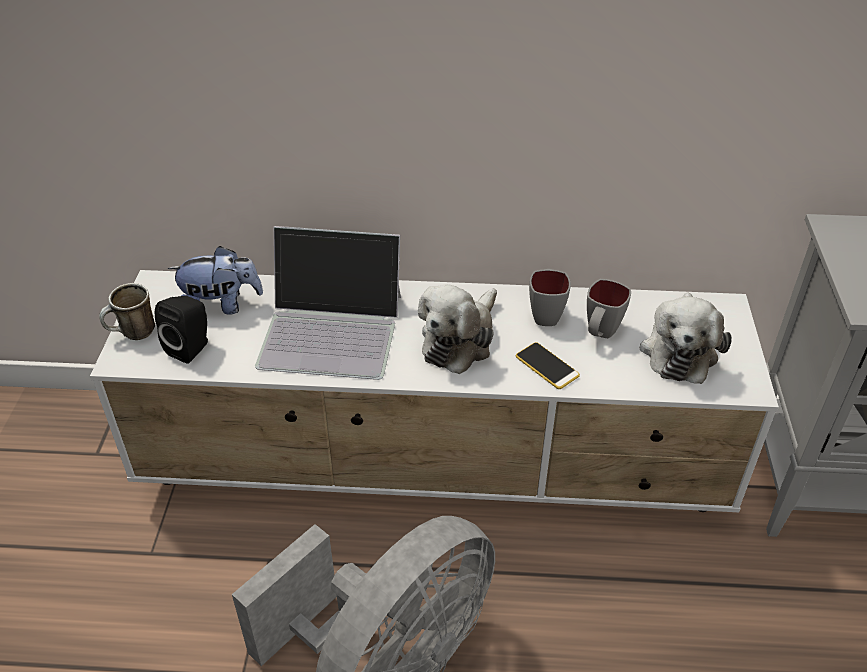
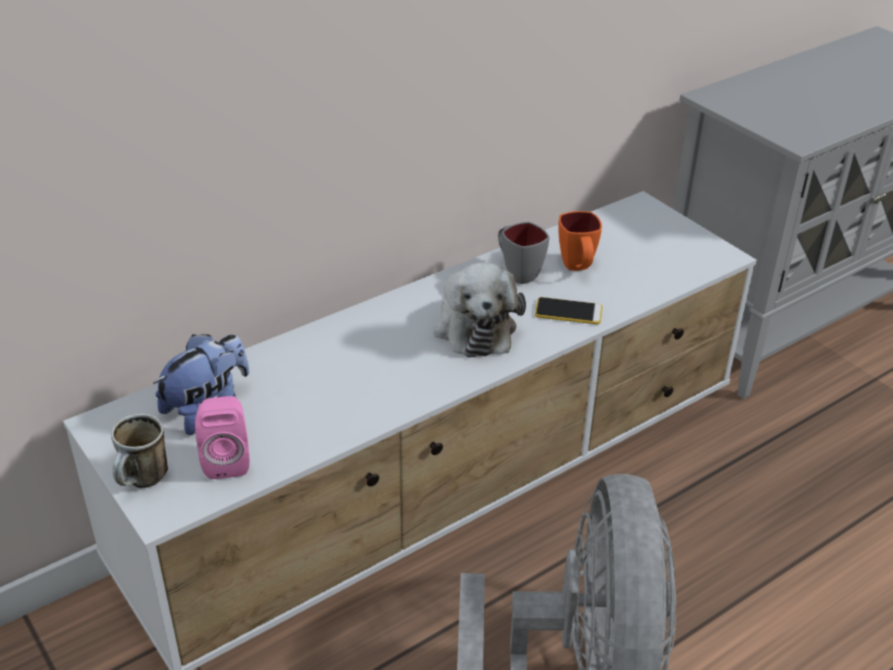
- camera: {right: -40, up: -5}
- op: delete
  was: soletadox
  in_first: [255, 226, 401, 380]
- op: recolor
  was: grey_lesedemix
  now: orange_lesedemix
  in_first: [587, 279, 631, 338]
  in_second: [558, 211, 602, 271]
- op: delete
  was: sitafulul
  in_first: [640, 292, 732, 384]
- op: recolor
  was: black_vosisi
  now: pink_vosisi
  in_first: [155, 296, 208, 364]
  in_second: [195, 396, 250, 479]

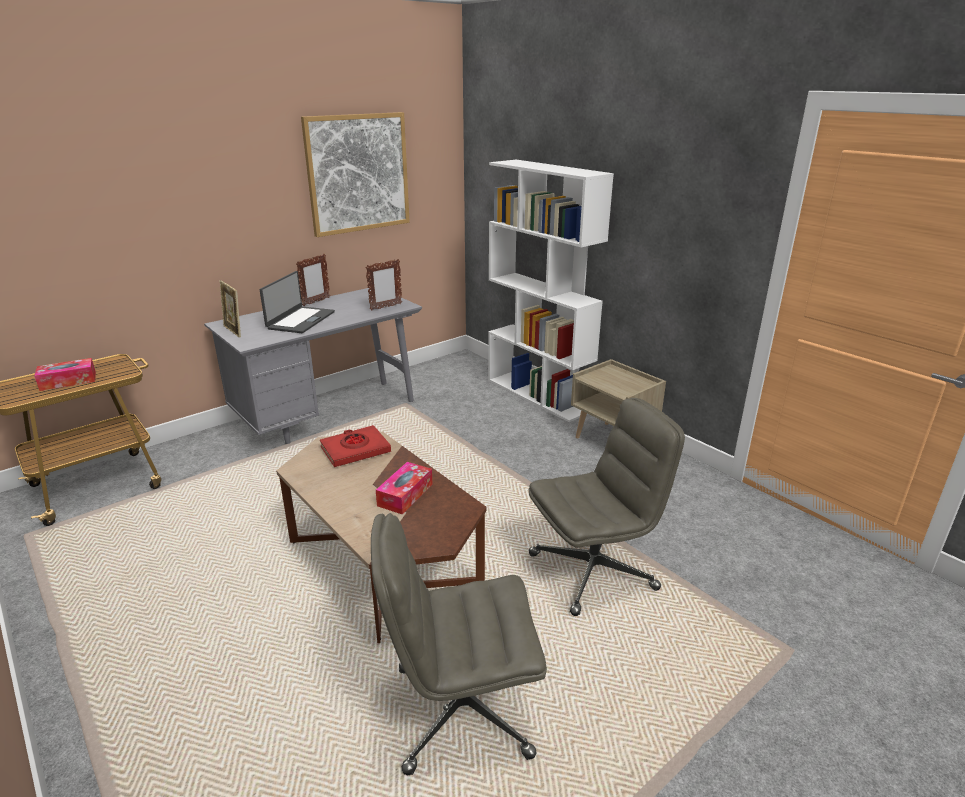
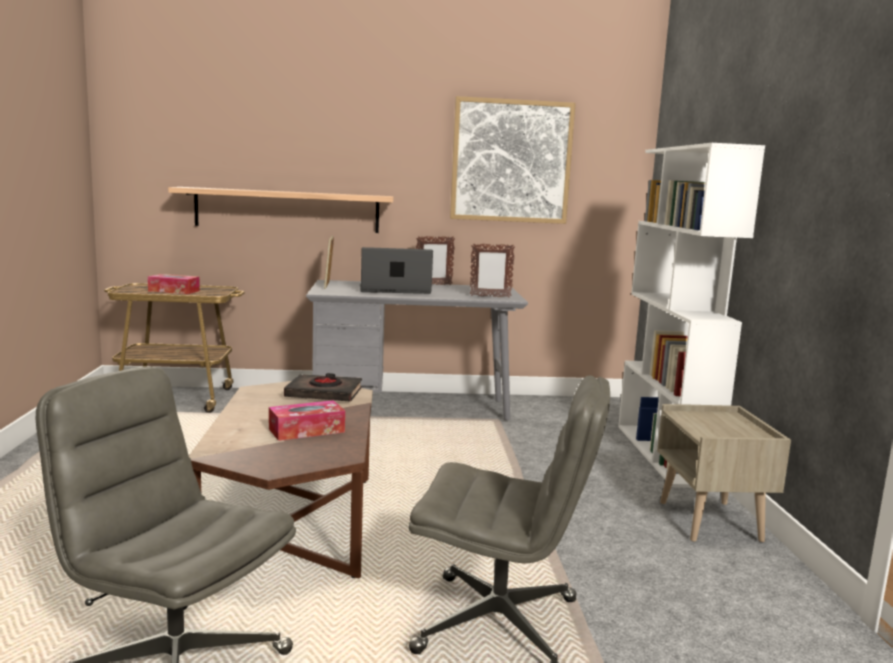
- camera: {right: 35, up: -15}
- op: rotate
  was: soletadox
  in_first: [260, 271, 335, 333]
  in_second: [360, 247, 433, 294]
  clockwise: -150
- op: recolor
  was: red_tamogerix
  now: black_tamogerix
  in_first: [320, 425, 391, 467]
  in_second: [284, 373, 362, 402]
- op: insert
  now: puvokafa
  in_second: [168, 187, 393, 233]

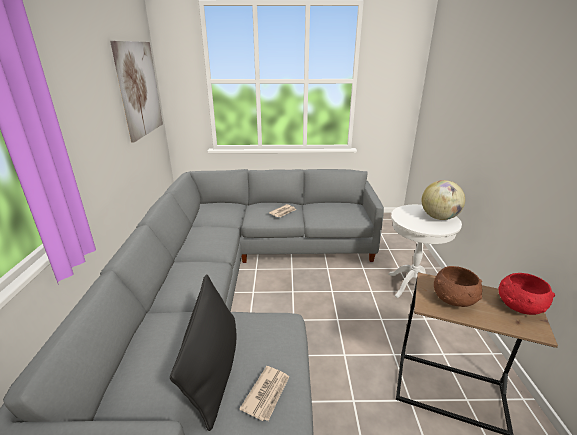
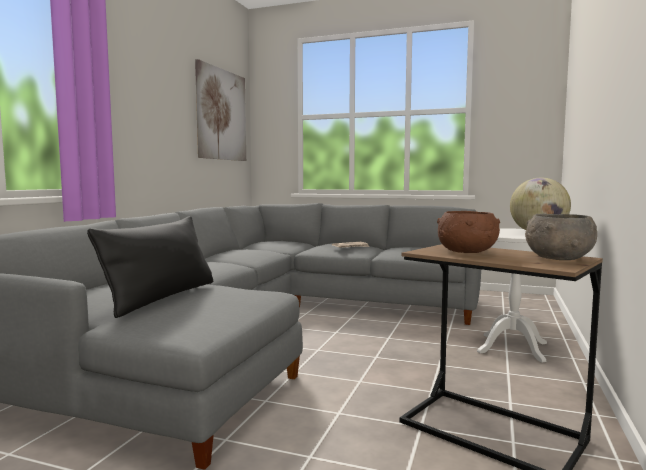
- camera: {right: 20, up: -20}
- op: recolor
  was: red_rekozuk
  now: grey_rekozuk
  in_first: [499, 273, 555, 315]
  in_second: [525, 214, 597, 260]
- op: delete
  was: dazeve
  in_first: [239, 366, 289, 421]

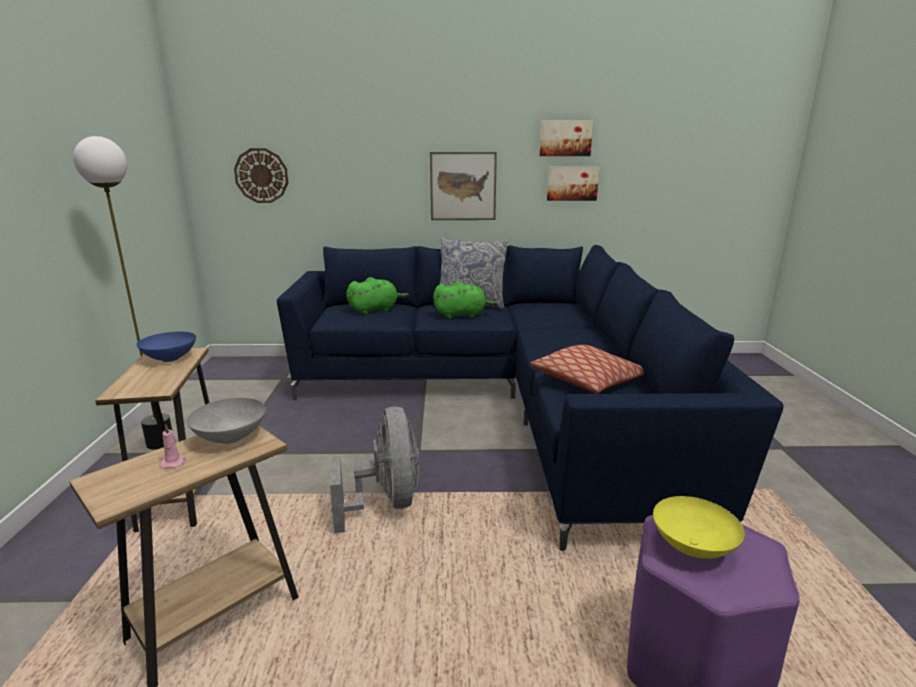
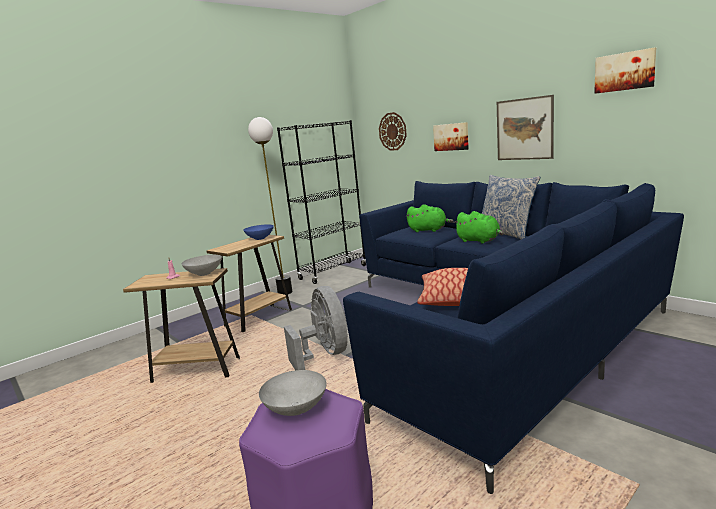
- camera: {right: 50, up: -5}
- op: move
  was: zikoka
  in_first: [547, 167, 599, 201]
  in_second: [433, 122, 469, 151]
- op: rotate
  was: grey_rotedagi
  in_first: [330, 406, 419, 533]
  in_second: [284, 286, 348, 370]
  clockwise: -60
- op: recolor
  was: yellow_rekozuk
  now: grey_rekozuk
  in_first: [653, 496, 744, 559]
  in_second: [259, 370, 327, 416]
- op: insert
  now: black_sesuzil
  in_second: [277, 120, 366, 284]

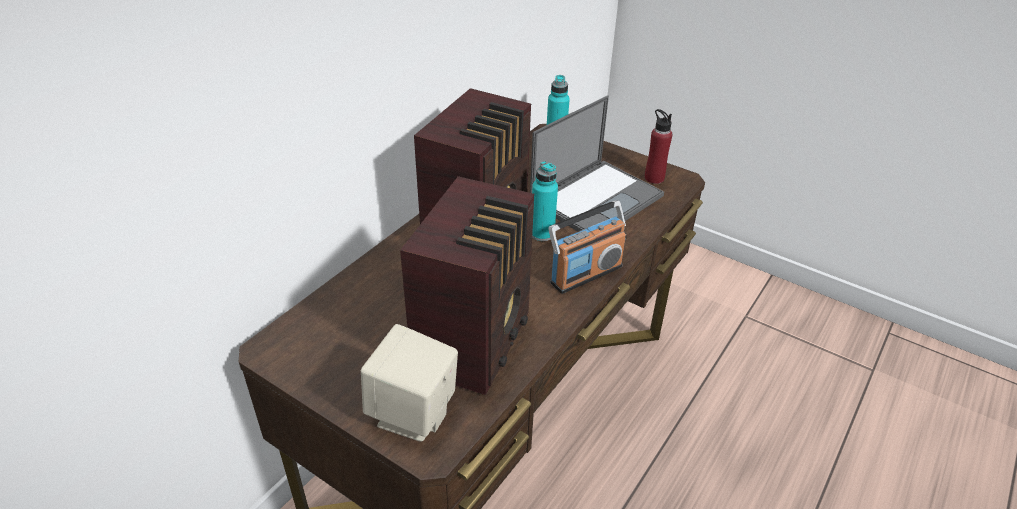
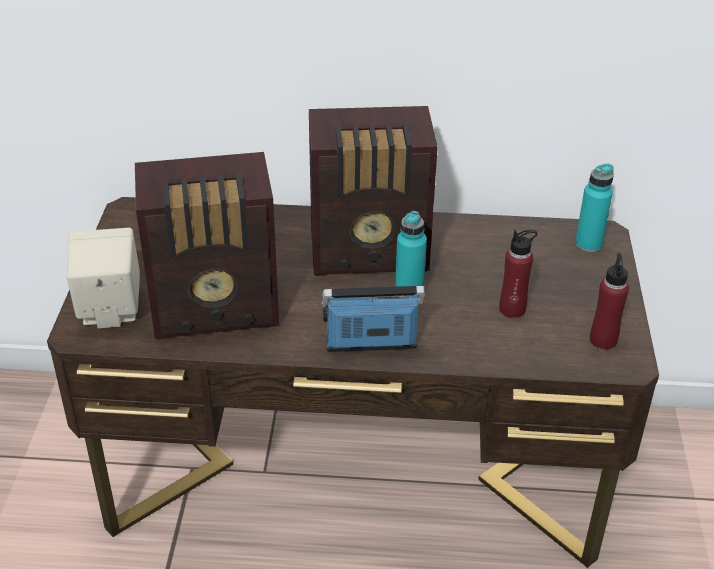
- camera: {right: 60, up: 0}
- op: replace
  was: soletadox
  now: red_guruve
  in_first: [530, 95, 664, 232]
  in_second: [499, 230, 537, 318]
- op: rotate
  was: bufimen
  in_first: [548, 200, 627, 294]
  in_second: [322, 286, 425, 352]
  clockwise: 150

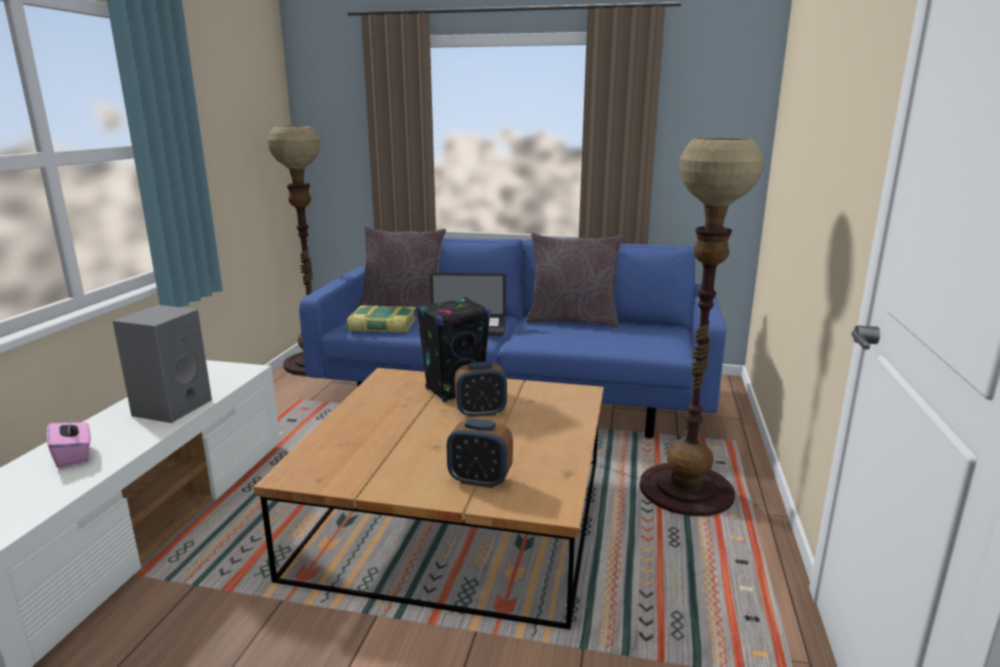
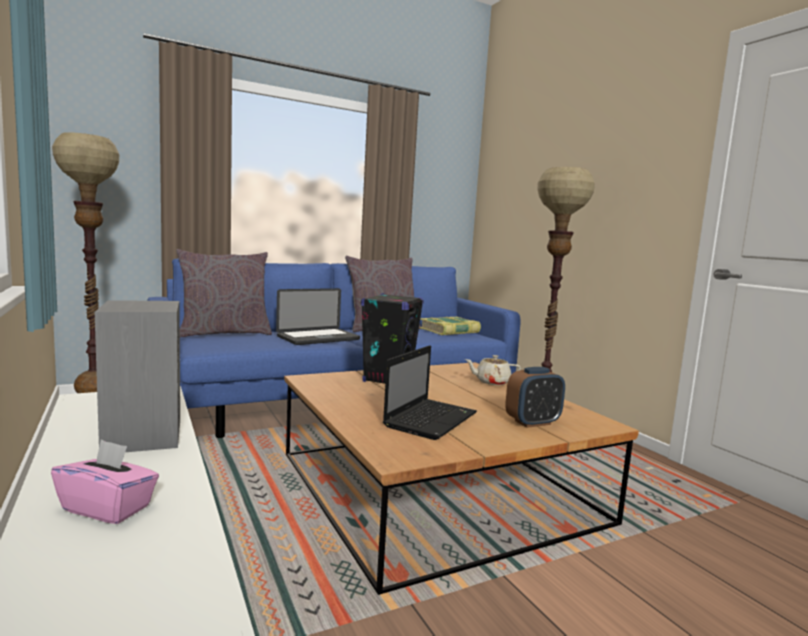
- camera: {right: -40, up: -10}
- op: move
  was: tamogerix
  in_first: [347, 305, 416, 332]
  in_second: [420, 317, 481, 335]
- op: delete
  was: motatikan
  in_first: [455, 362, 507, 418]
- op: insert
  now: soletadox
  in_second: [383, 345, 477, 440]
- op: insert
  now: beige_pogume
  in_second: [465, 355, 521, 385]

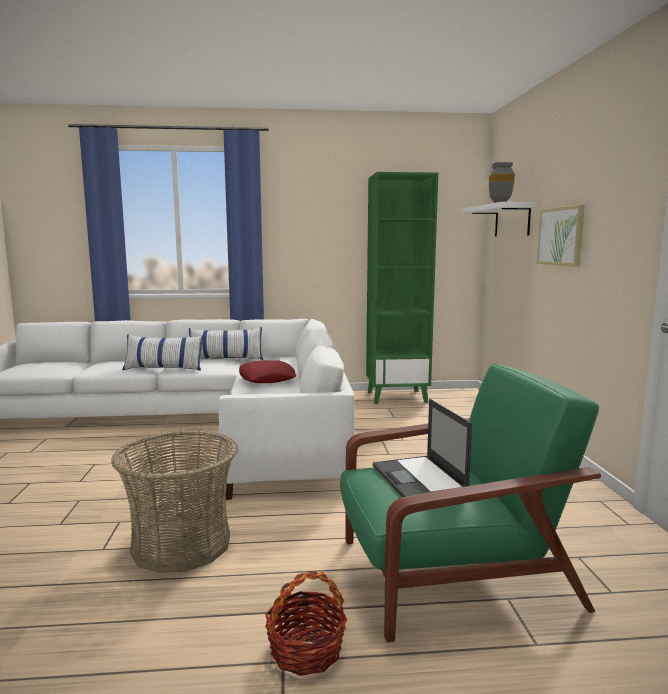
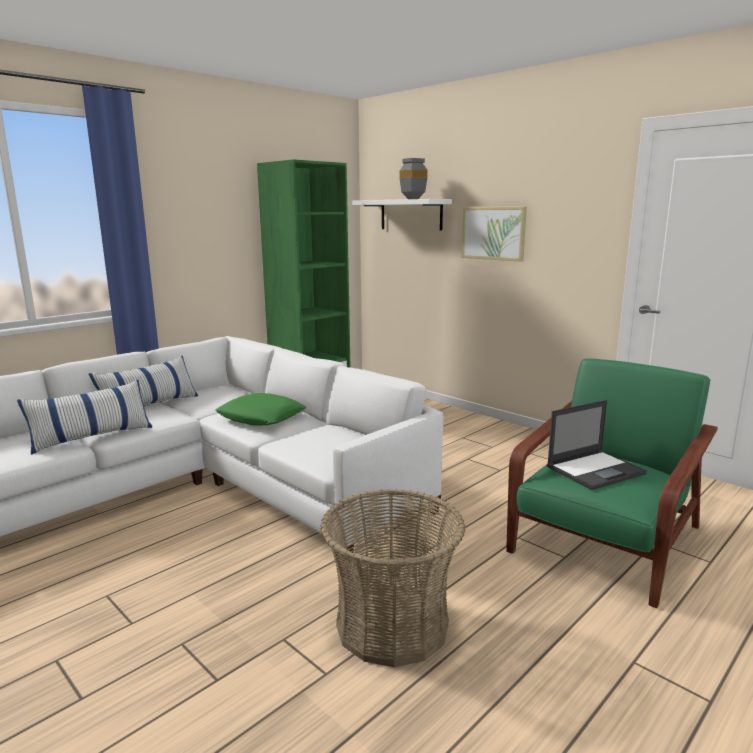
- camera: {right: -40, up: 5}
- op: recolor
  was: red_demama
  now: green_demama
  in_first: [239, 360, 296, 383]
  in_second: [215, 393, 307, 426]
- op: rotate
  was: soletadox
  in_first: [373, 399, 472, 497]
  in_second: [547, 400, 647, 490]
  clockwise: -60
- op: delete
  was: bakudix
  in_first: [265, 571, 347, 676]

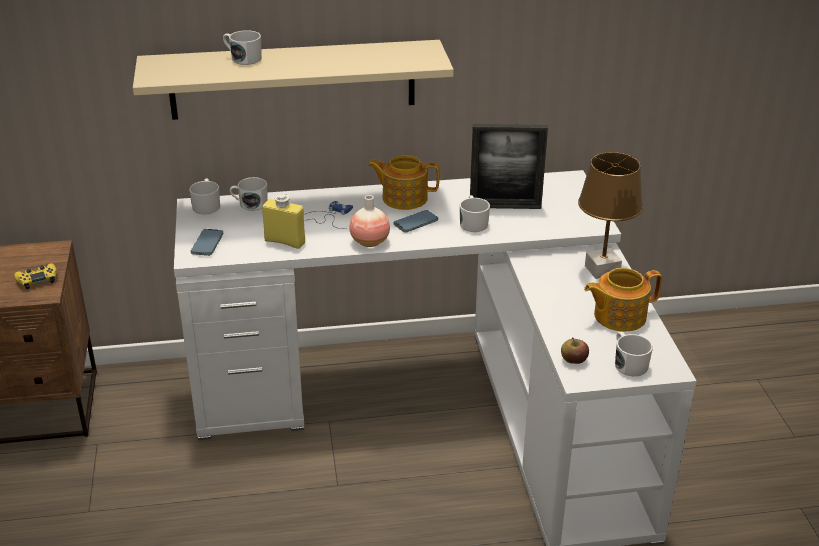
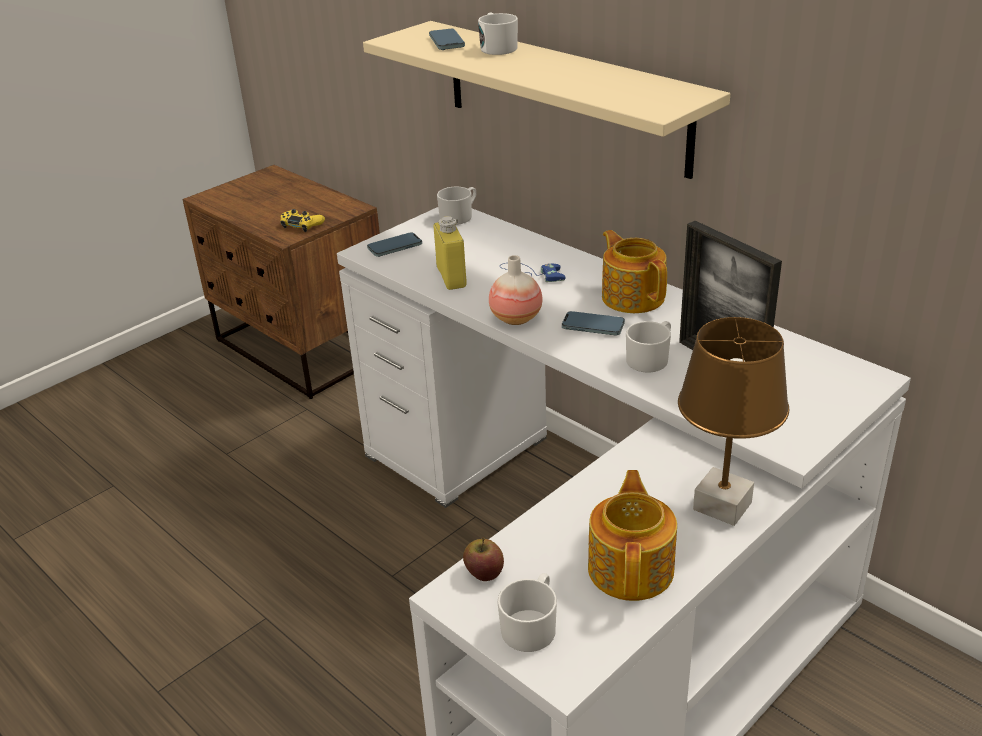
- camera: {right: 55, up: 0}
- op: delete
  was: white_lesedemix
  in_first: [230, 177, 268, 211]
- op: rotate
  was: pogume
  in_first: [584, 268, 662, 331]
  in_second: [588, 470, 677, 601]
  clockwise: 60
- op: insert
  now: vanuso
  in_second: [429, 29, 465, 50]

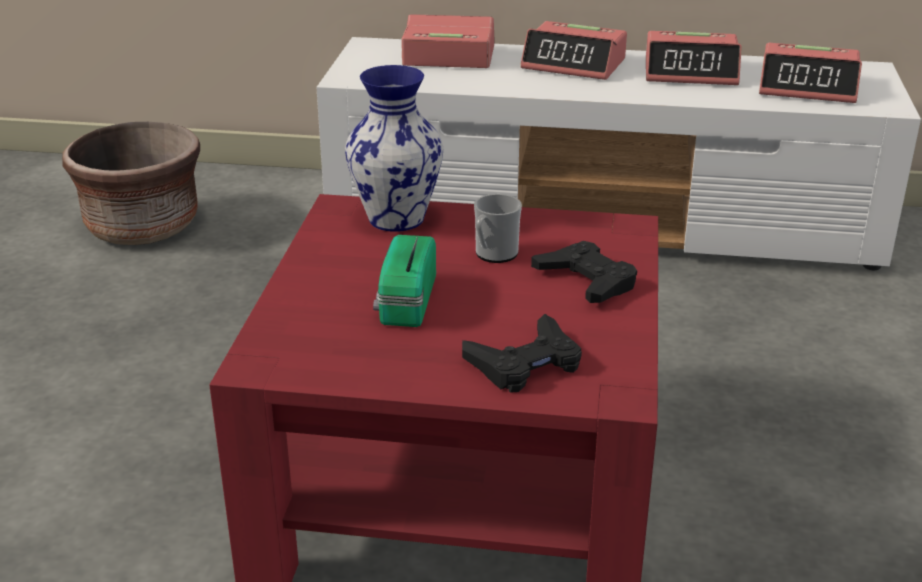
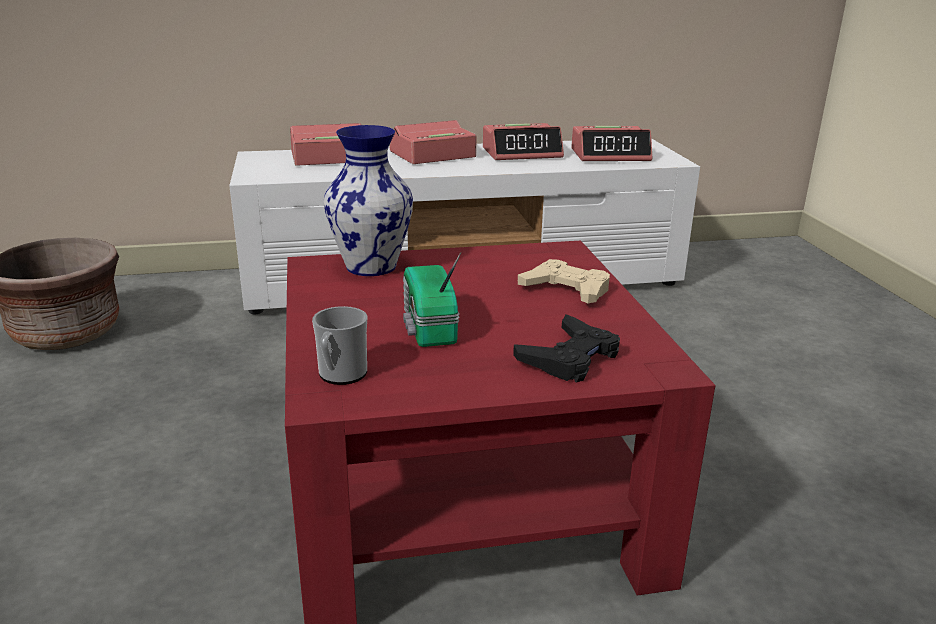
- camera: {right: -20, up: -5}
- op: rotate
  was: motatikan
  in_first: [520, 21, 627, 80]
  in_second: [390, 120, 477, 164]
  clockwise: 150
- op: move
  was: lesedemix
  in_first: [474, 194, 522, 263]
  in_second: [312, 306, 367, 385]
- op: recolor
  was: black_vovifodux
  now: beige_vovifodux
  in_first: [531, 241, 637, 303]
  in_second: [518, 259, 610, 303]

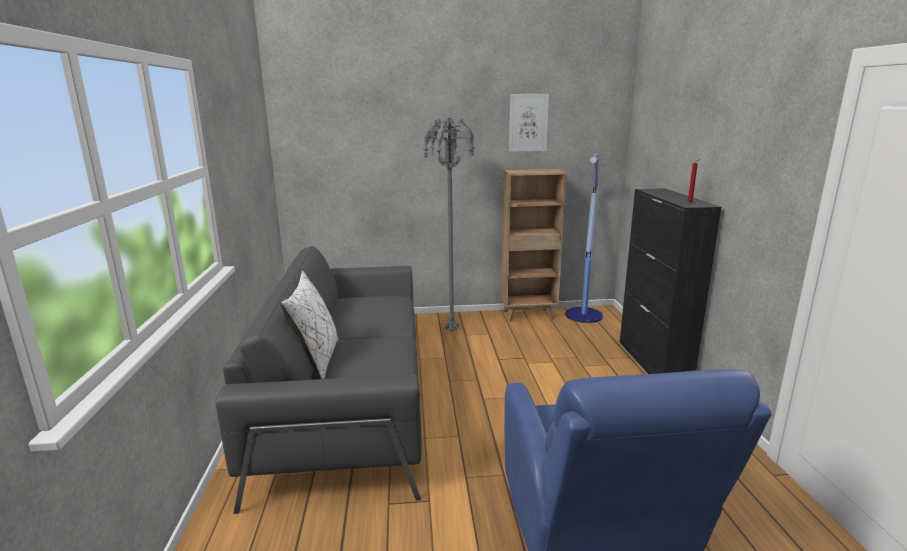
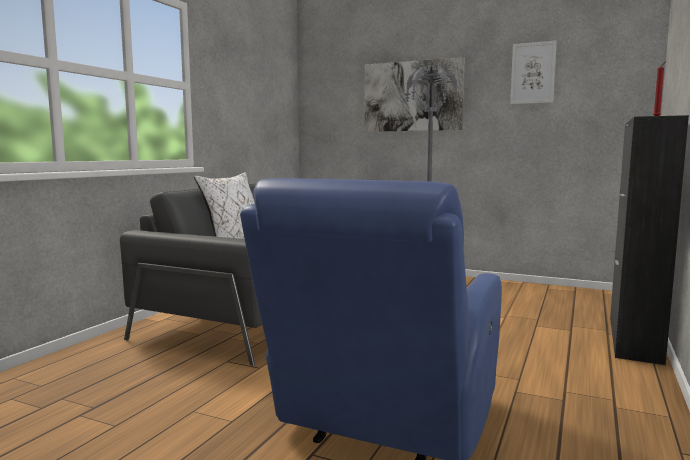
- camera: {right: 30, up: -10}
- op: delete
  was: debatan
  in_first: [565, 153, 603, 323]
- op: delete
  was: brown_sesuzil
  in_first: [501, 169, 566, 321]
- op: insert
  now: zikoka
  in_second: [364, 57, 465, 132]

